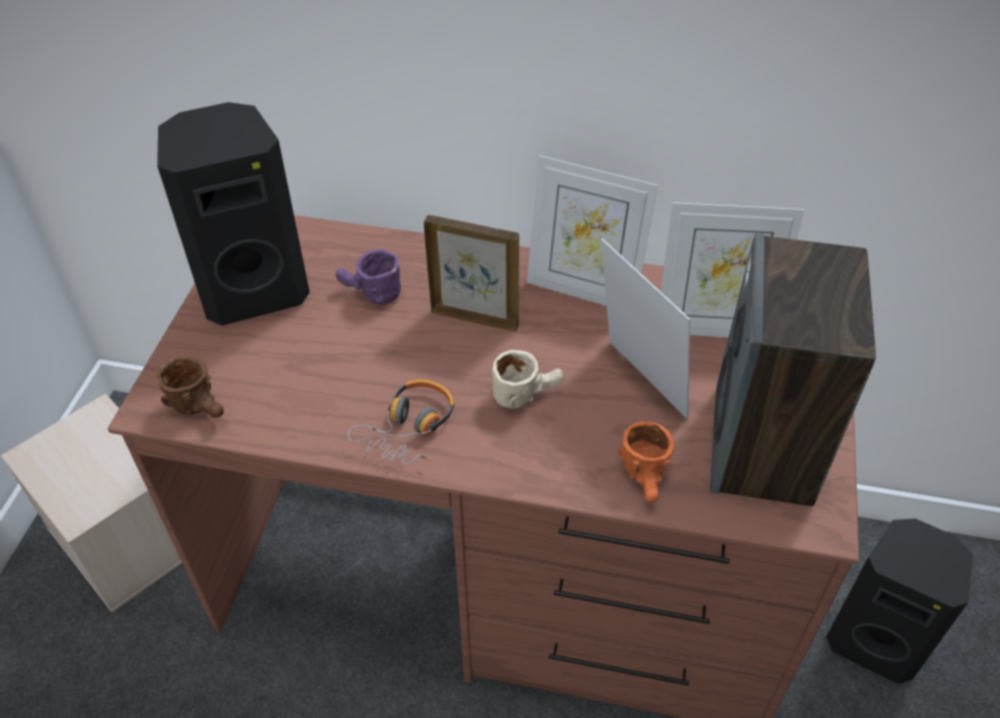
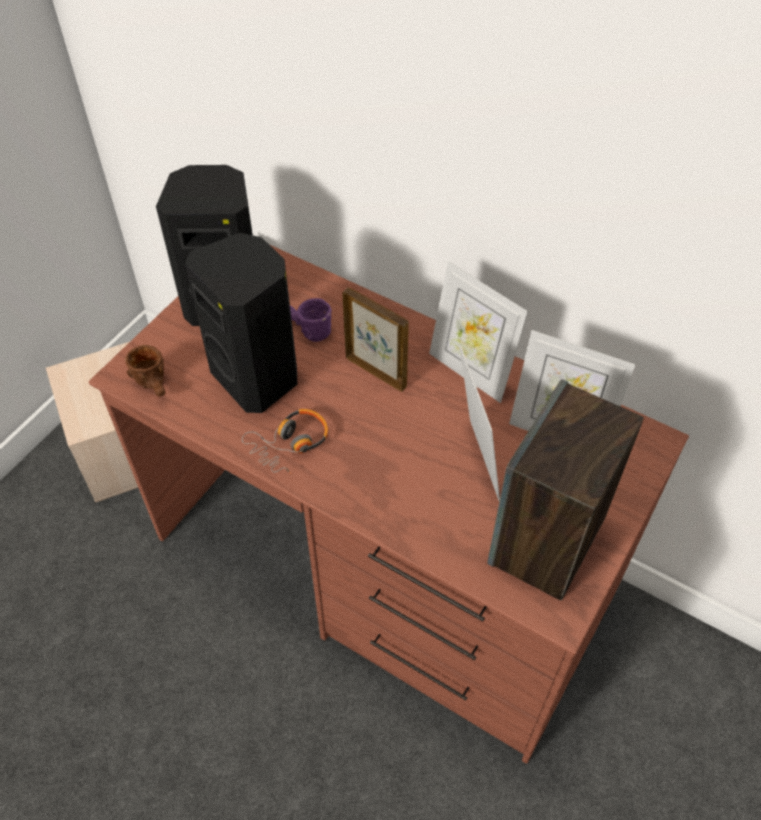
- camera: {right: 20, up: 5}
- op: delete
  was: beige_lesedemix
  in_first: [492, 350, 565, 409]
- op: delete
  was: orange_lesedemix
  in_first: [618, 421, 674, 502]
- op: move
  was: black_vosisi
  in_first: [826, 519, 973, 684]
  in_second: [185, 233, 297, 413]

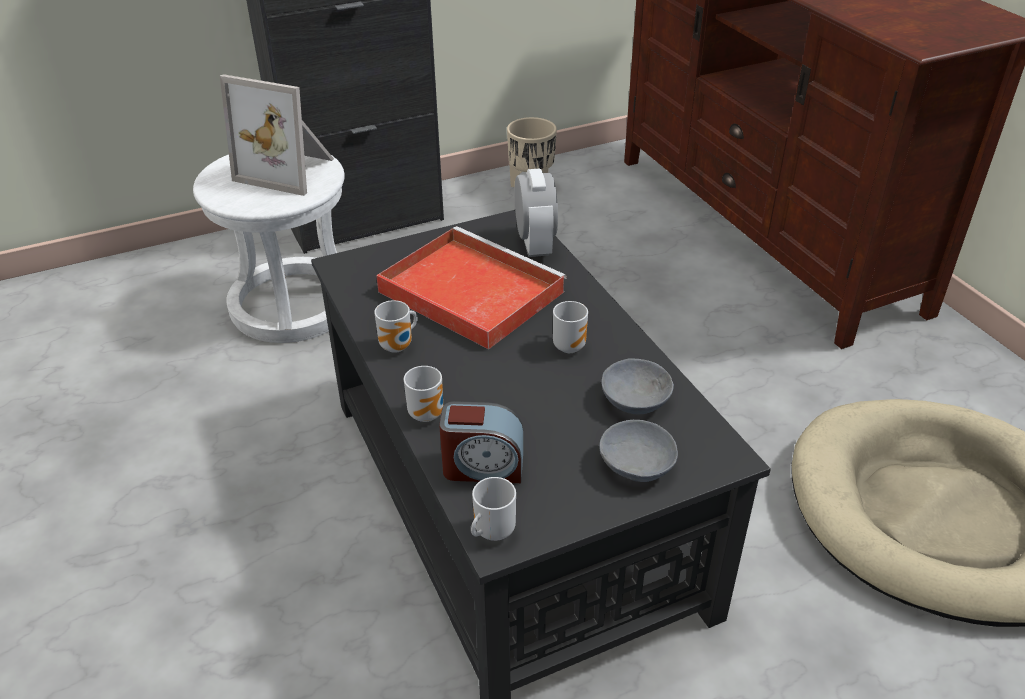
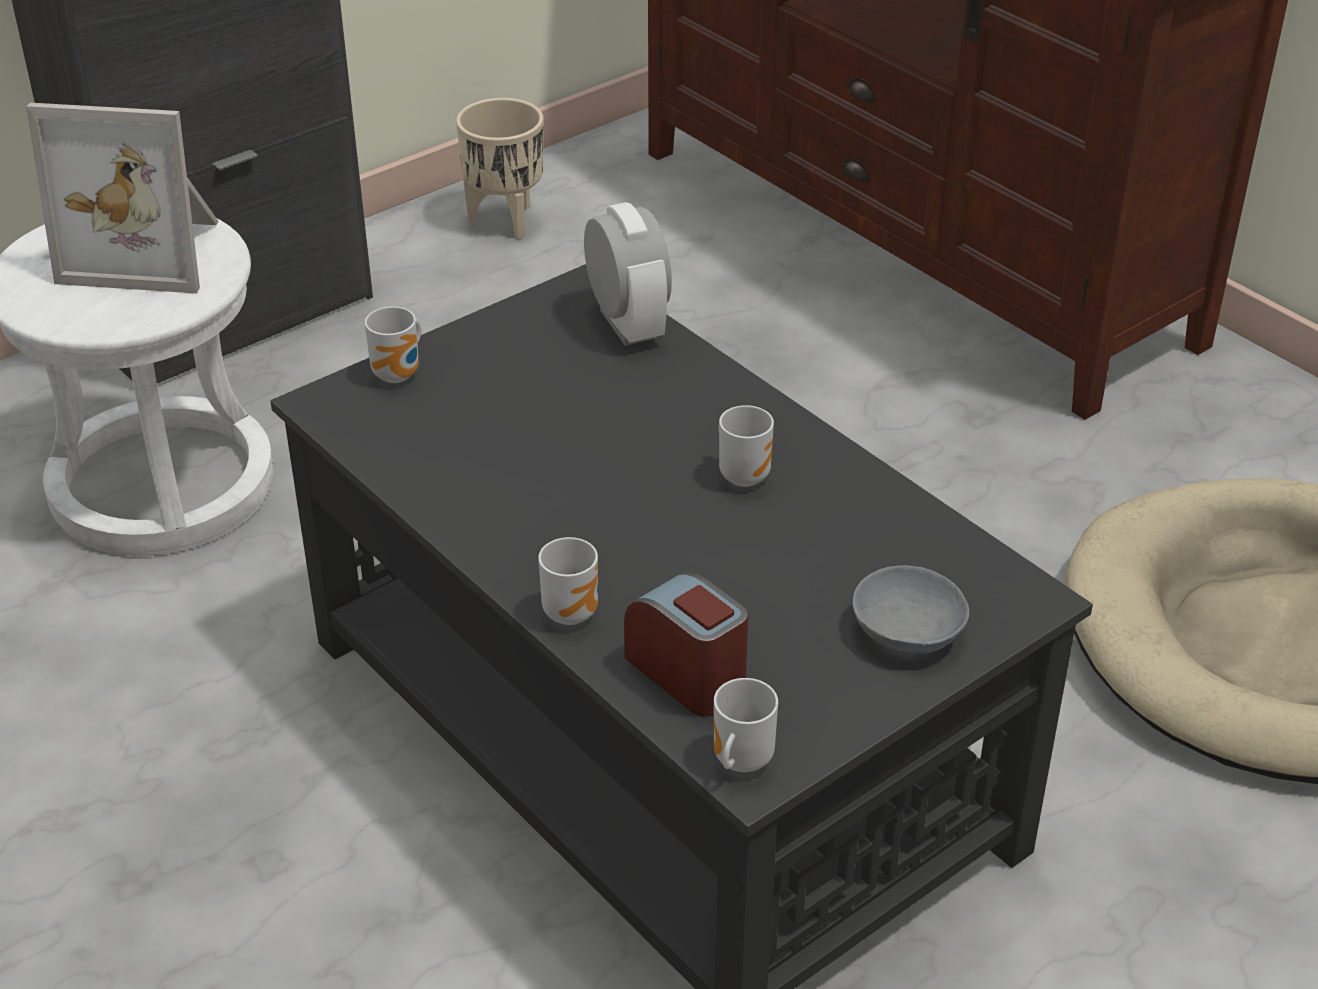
- camera: {right: -15, up: 0}
- op: delete
  was: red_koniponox
  in_first: [376, 226, 567, 349]
- op: move
  was: lesedemix
  in_first: [374, 300, 418, 353]
  in_second: [365, 306, 421, 383]
- op: delete
  was: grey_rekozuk
  in_first: [601, 358, 674, 414]
- op: rotate
  was: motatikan
  in_first: [439, 401, 523, 483]
  in_second: [624, 572, 748, 717]
  clockwise: -120

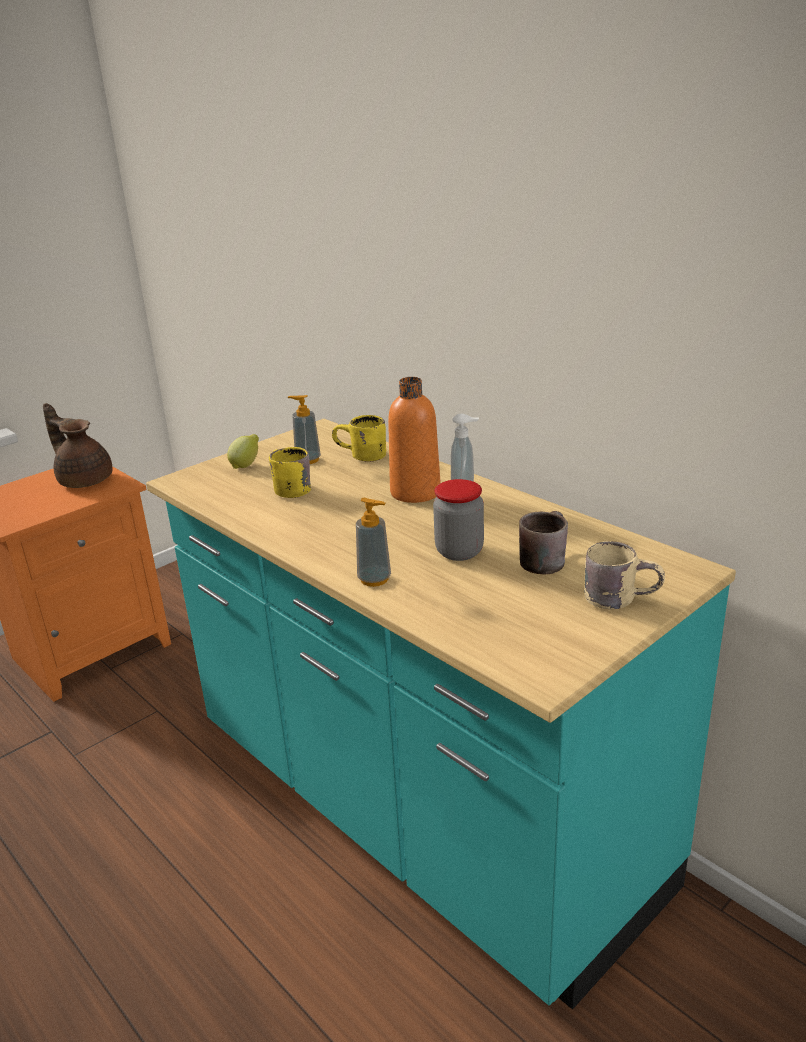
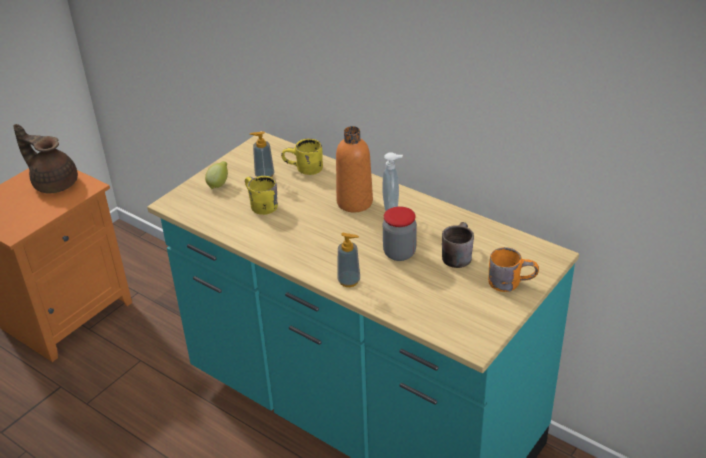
- camera: {right: -10, up: 10}
- op: recolor
  was: beige_lesedemix
  now: orange_lesedemix
  in_first: [584, 541, 665, 609]
  in_second: [488, 247, 539, 292]

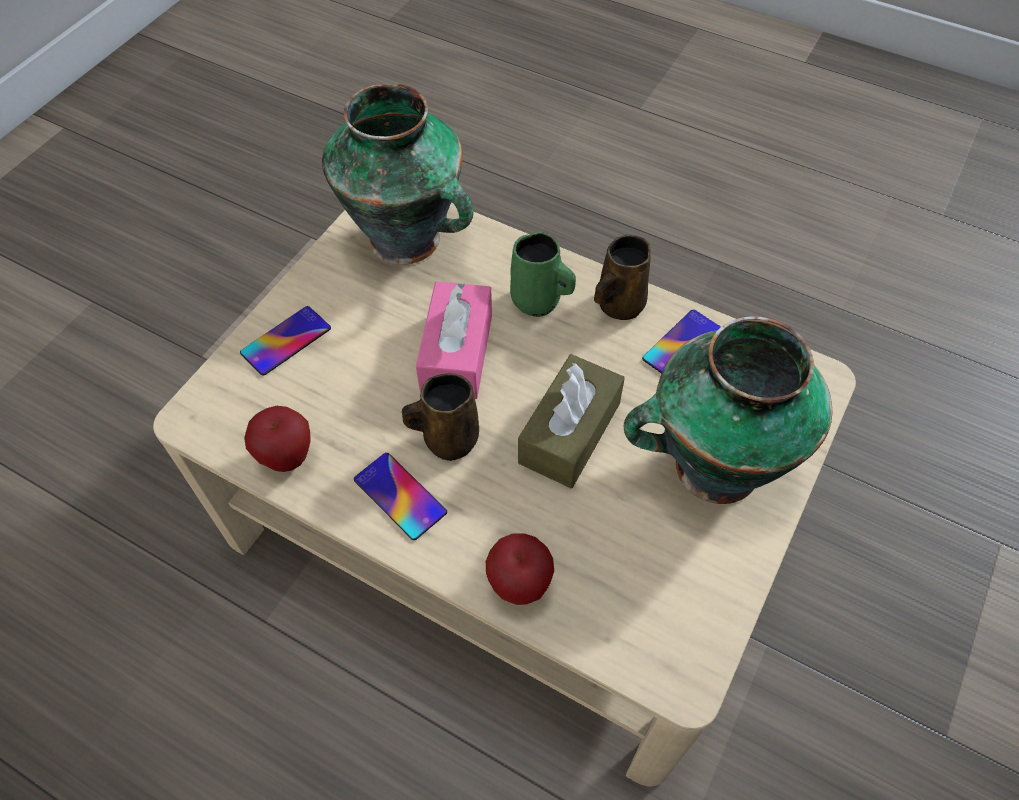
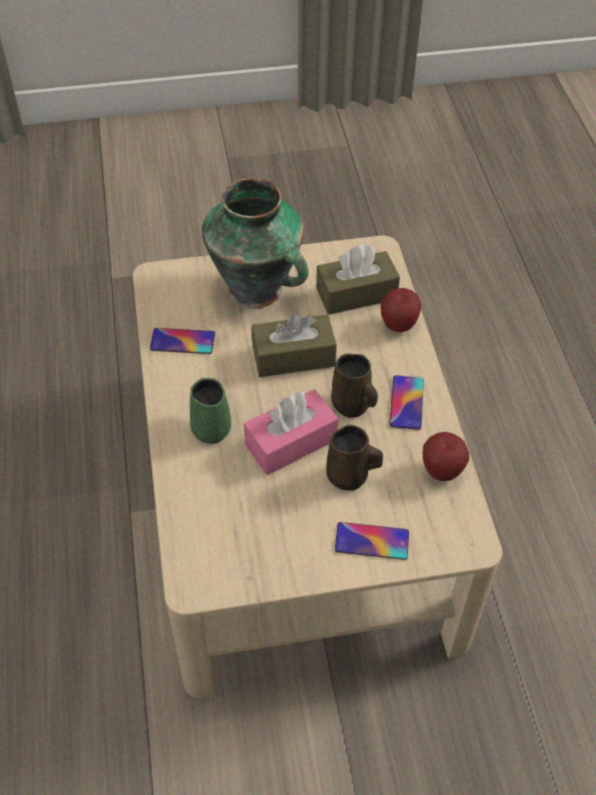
- camera: {right: -130, up: -5}
- op: delete
  was: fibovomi
  in_first: [322, 84, 474, 265]
- op: move
  was: brown_lesedemix
  in_first: [594, 235, 651, 320]
  in_second: [326, 424, 383, 491]
- op: insert
  now: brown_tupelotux
  in_second: [316, 245, 400, 315]

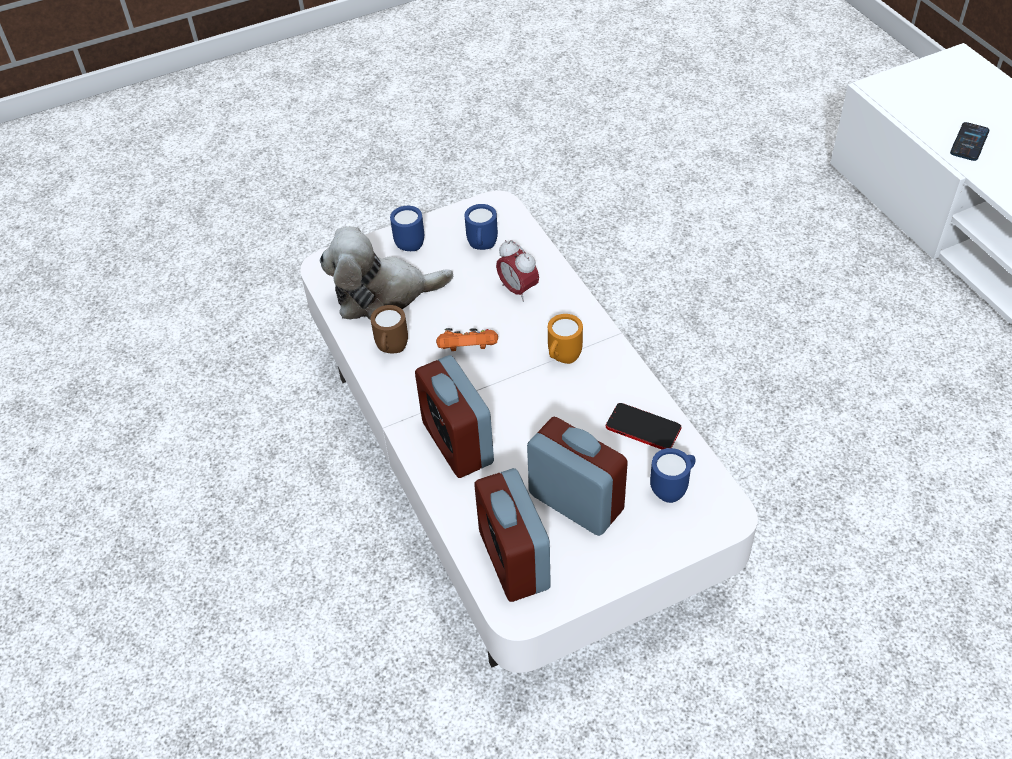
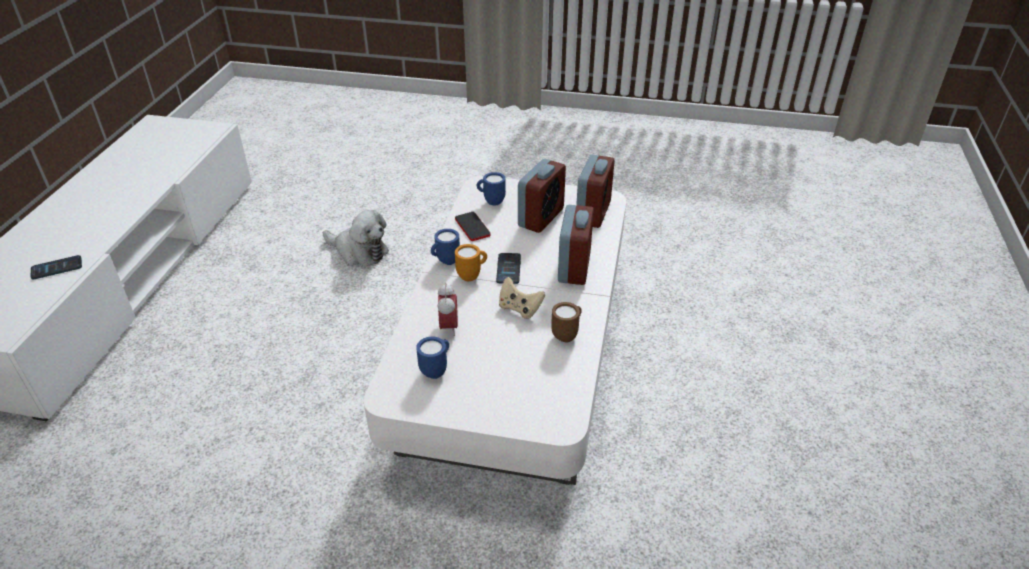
- camera: {right: -145, up: -10}
- op: move
  was: blue_lesedemix
  in_first: [390, 206, 424, 251]
  in_second: [431, 229, 460, 265]
- op: move
  was: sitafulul
  in_first: [320, 227, 453, 320]
  in_second: [323, 210, 389, 266]
- op: recolor
  was: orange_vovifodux
  now: beige_vovifodux
  in_first: [436, 328, 498, 351]
  in_second: [499, 277, 545, 319]
- op: rotate
  was: motatikan
  in_first: [527, 417, 628, 536]
  in_second: [518, 159, 566, 233]
  clockwise: -135
- op: insert
  now: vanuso
  in_second: [496, 253, 521, 284]

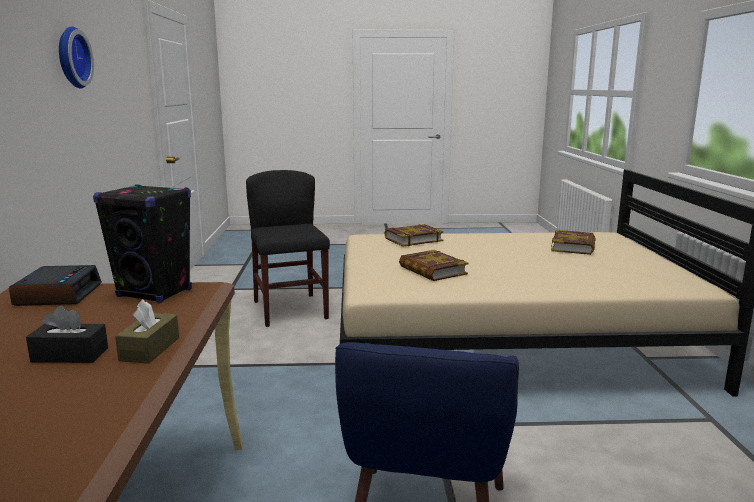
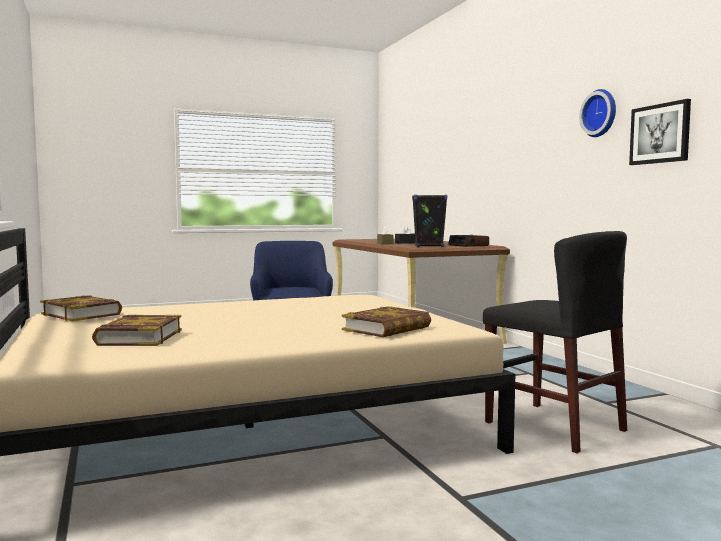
- camera: {right: 160, up: -10}
- op: move
  was: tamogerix
  in_first: [399, 250, 469, 281]
  in_second: [40, 295, 122, 321]
- op: insert
  now: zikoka
  in_second: [629, 99, 691, 165]

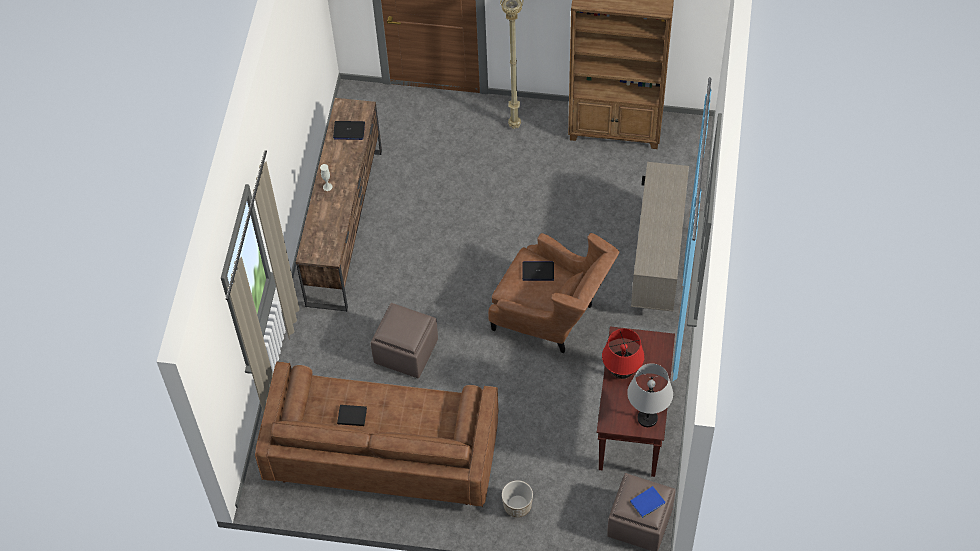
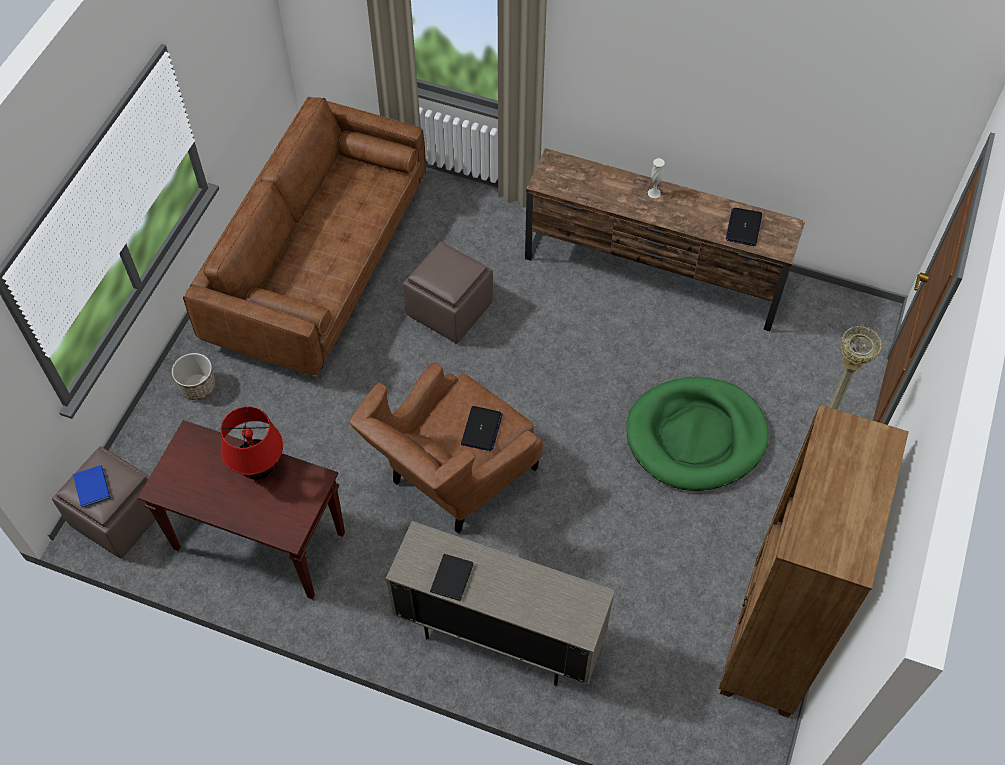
- camera: {right: 100, up: 0}
- op: delete
  was: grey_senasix
  in_first: [627, 363, 673, 427]
- op: move
  was: black_tamogerix
  in_first: [337, 405, 367, 426]
  in_second: [430, 554, 473, 601]
- op: insert
  now: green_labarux
  in_second: [626, 377, 769, 491]

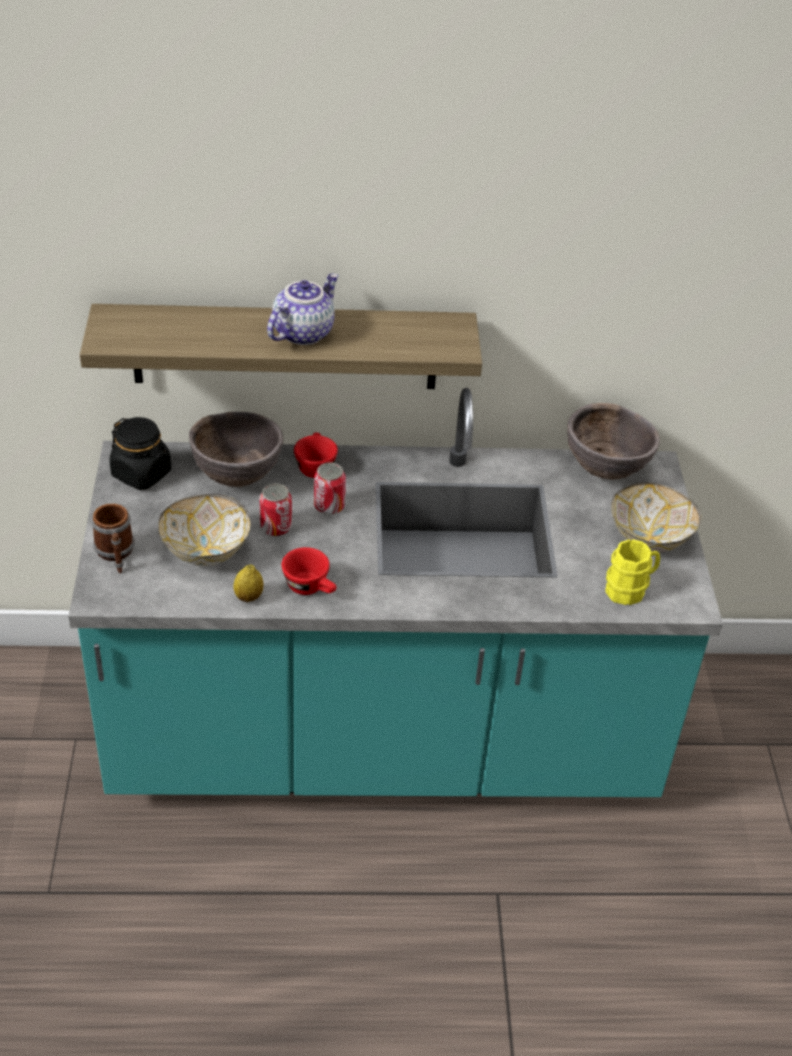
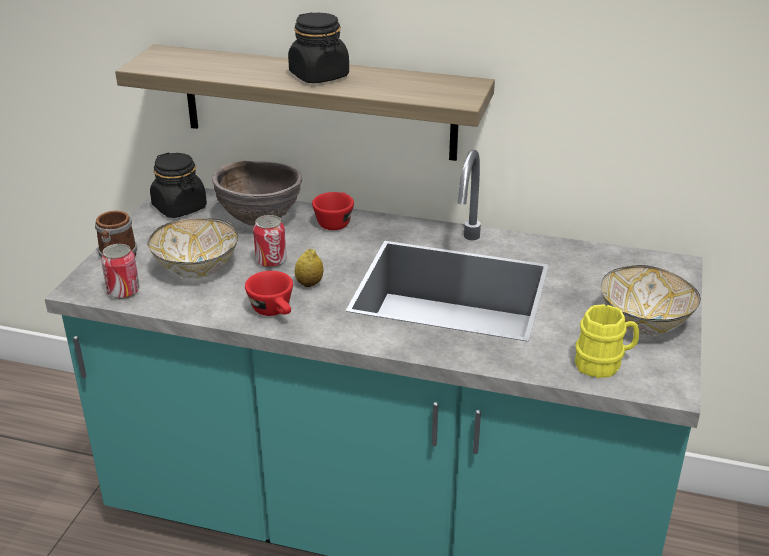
- camera: {right: 20, up: -10}
- op: replace
  was: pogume
  now: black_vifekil
  in_first: [267, 274, 339, 345]
  in_second: [288, 13, 349, 83]
- op: delete
  was: brown_rekozuk
  in_first: [567, 403, 660, 480]
- op: move
  was: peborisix
  in_first: [314, 463, 346, 515]
  in_second: [101, 244, 140, 299]
- op: move
  was: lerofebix
  in_first: [233, 564, 263, 602]
  in_second: [295, 249, 323, 287]

